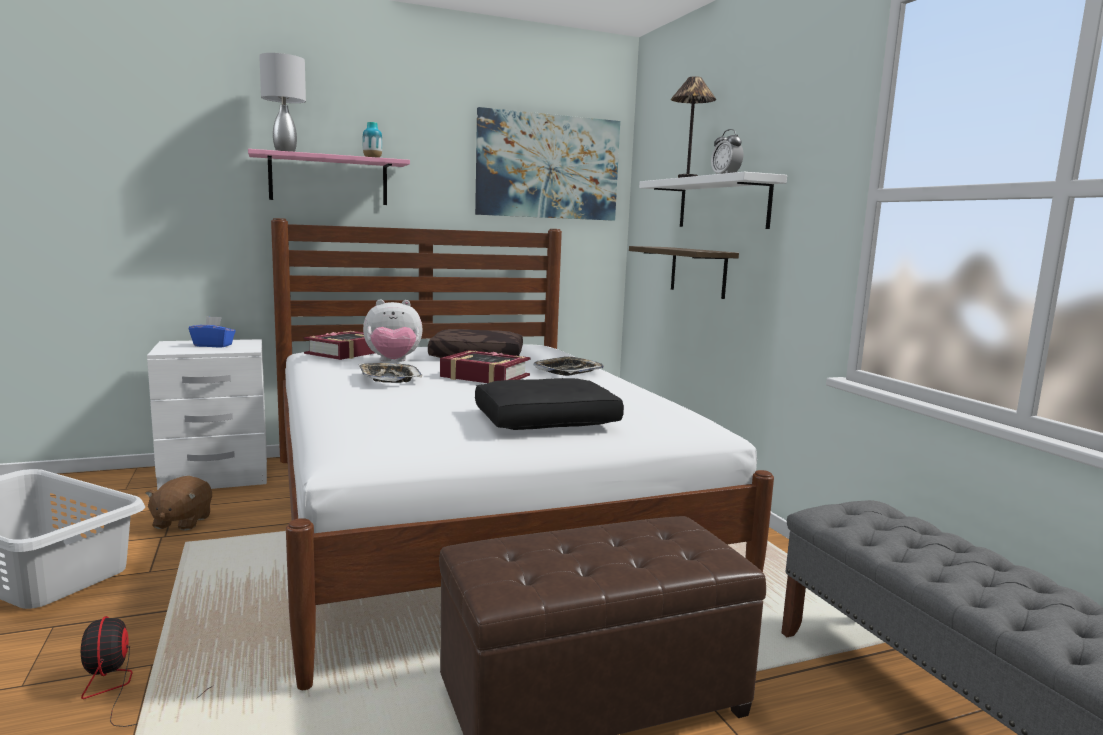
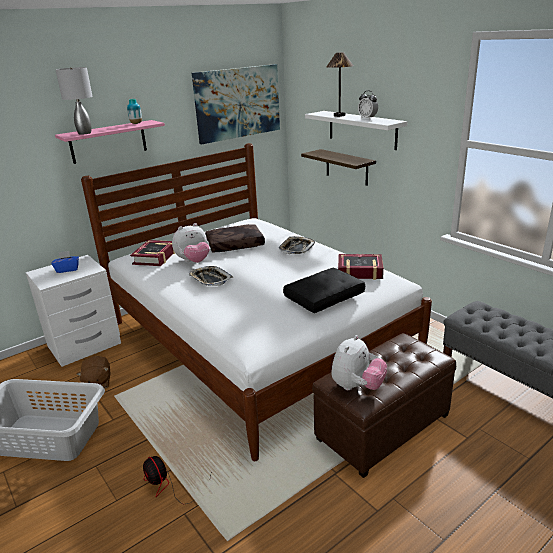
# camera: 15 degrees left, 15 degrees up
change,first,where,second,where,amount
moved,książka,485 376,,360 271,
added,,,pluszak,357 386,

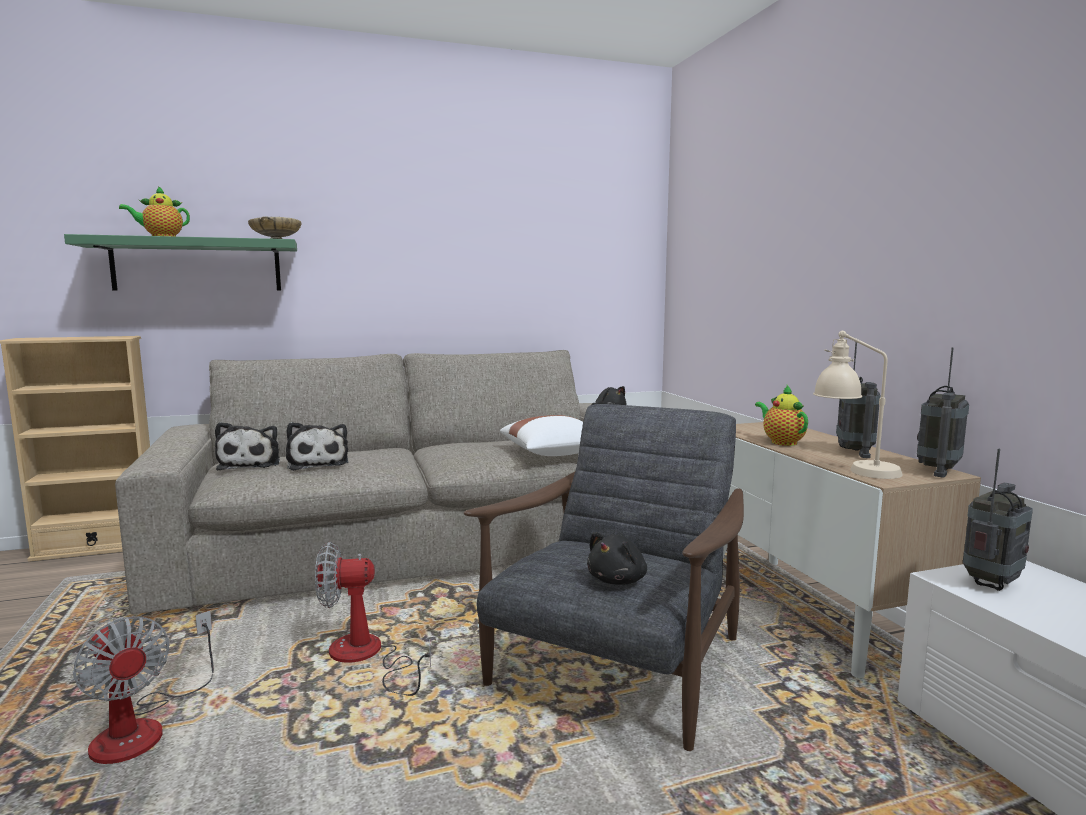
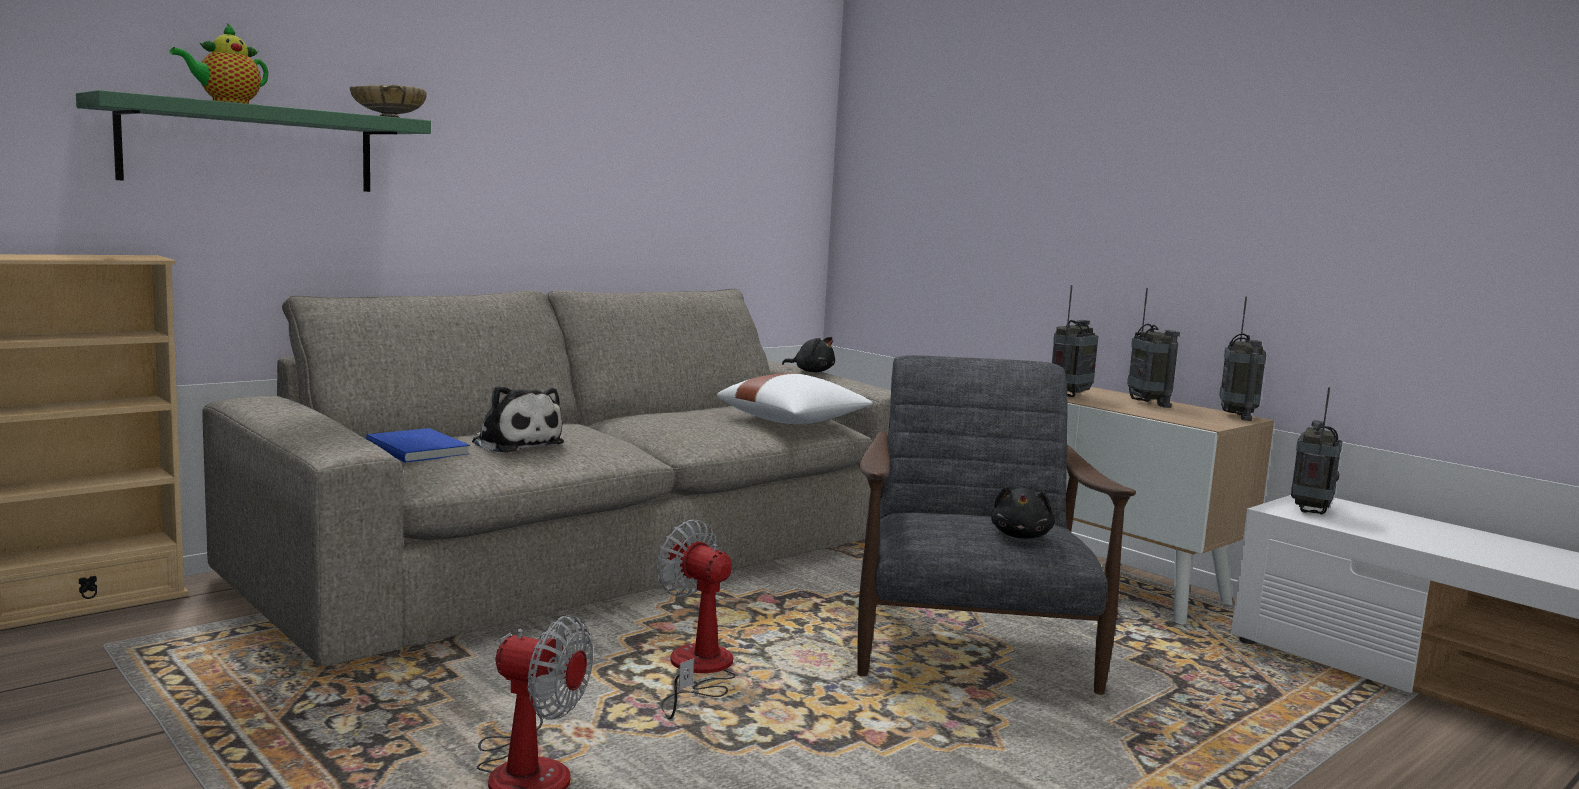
# camera: 25 degrees left, 0 degrees up
change,first,where,second,where,amount
removed,lampa stołowa (beżowy),852 469,,,
replaced,imbryk,781 442,radio,1070 396,
replaced,pluszak,251 464,książka (niebieski),419 448,
turned,wentylator,366 658,,697 672,75 degrees clockwise

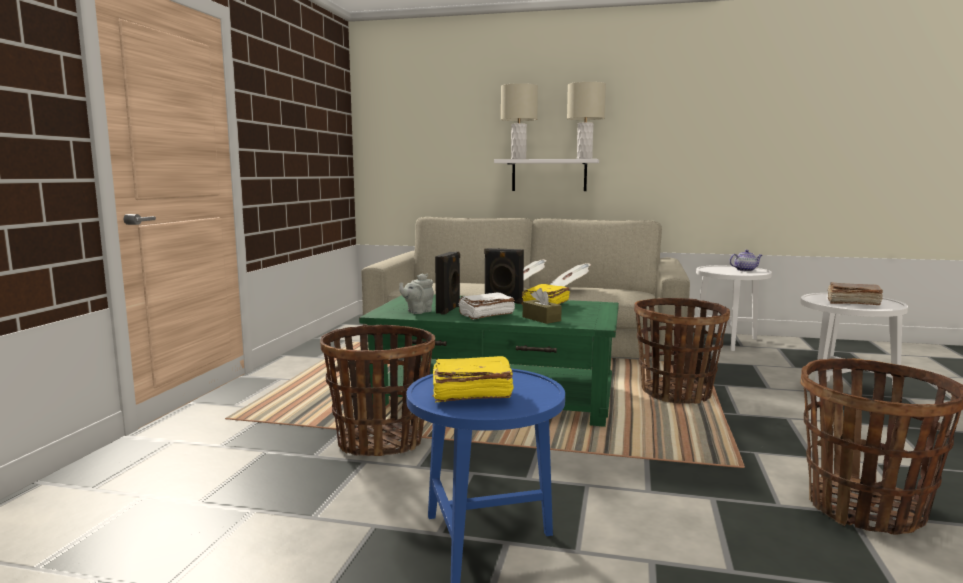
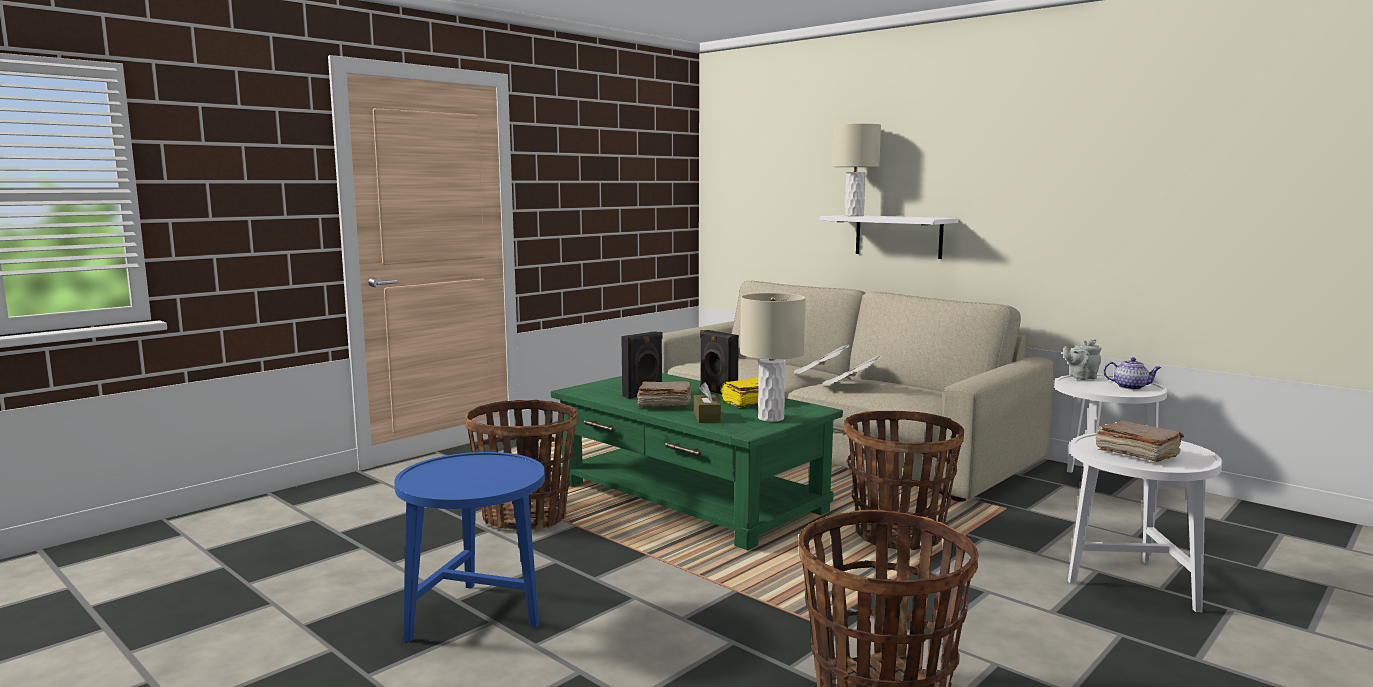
# camera: 30 degrees right, 0 degrees up
change,first,where,second,where,amount
moved,lampa stołowa (beżowy),584 159,,770 418,
moved,imbryk (szary),418 311,,1081 377,
recoloured,książka (biały),485 315,książka (brązowy),663 405,
removed,książka (żółty),470 394,,,

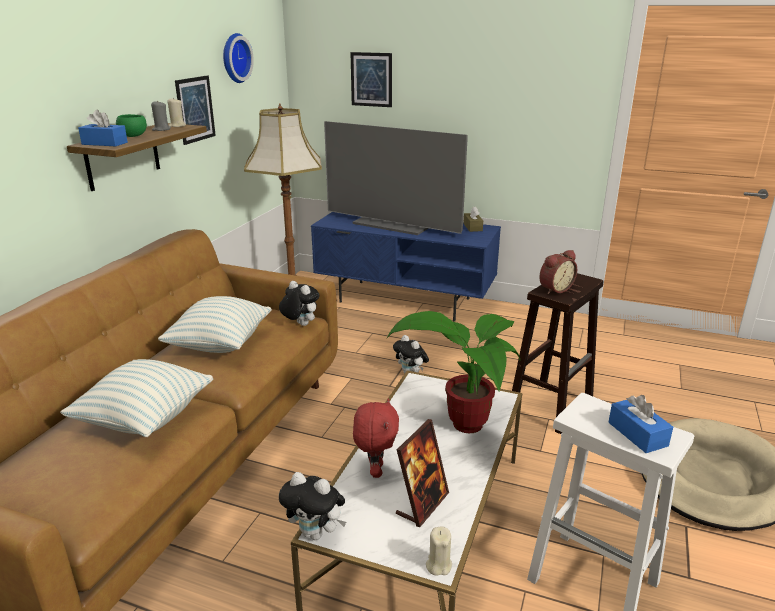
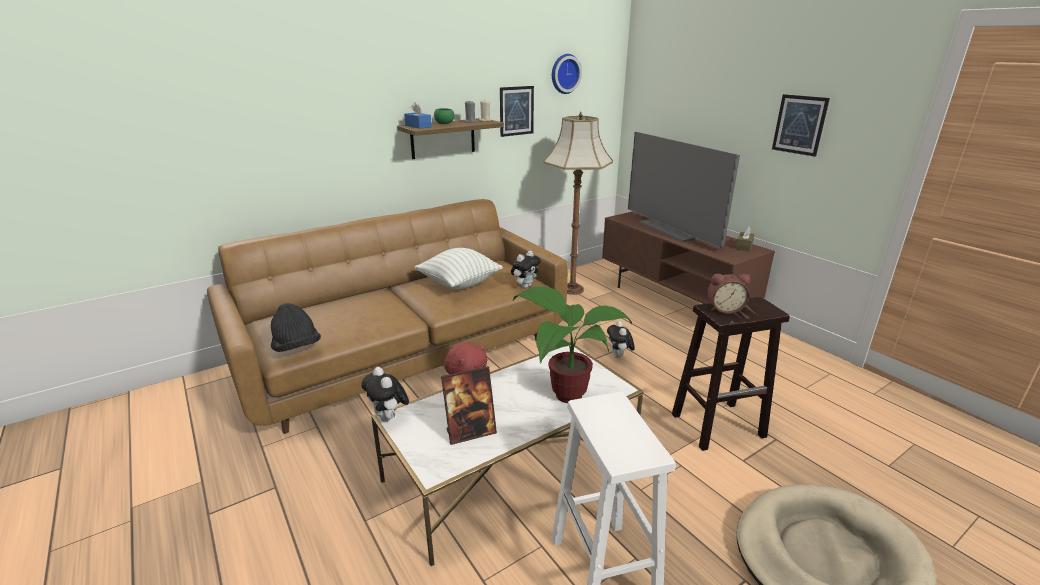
# camera: 35 degrees right, 0 degrees up
change,first,where,second,where,amount
moved,obraz,371 79,,799 125,
recoloured,szafka pod telewizor (niebieski),405 300,szafka pod telewizor (brązowy),674 300,
turned,pluszak,300 324,,525 286,60 degrees clockwise
removed,poduszka,145 419,,,
removed,pudełko chusteczek (niebieski),637 434,,,
removed,świeca (beżowy),438 565,,,
added,,,kapelusz (czarny),296 348,

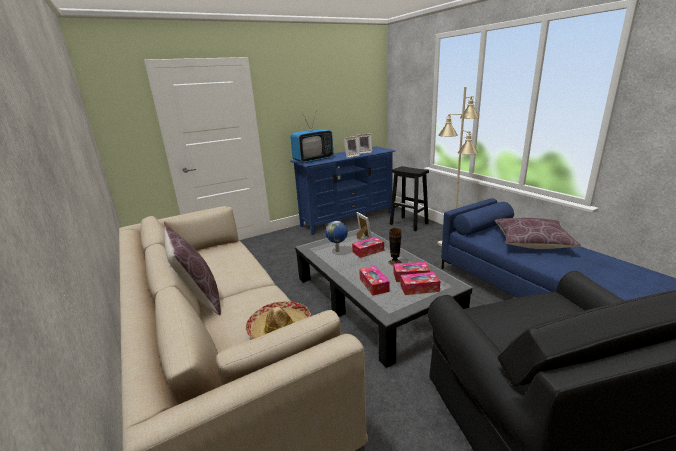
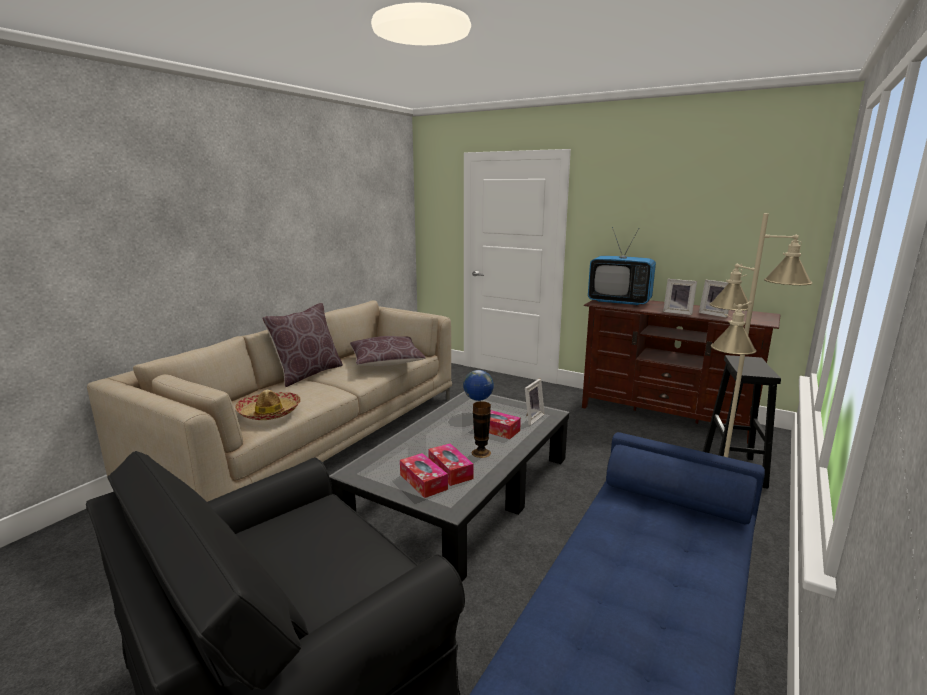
# camera: 60 degrees right, 5 degrees down
change,first,where,second,where,amount
recoloured,szafka pod telewizor (niebieski),347 219,szafka pod telewizor (brązowy),665 416,
moved,poduszka (brązowy),532 242,,386 362,
removed,pudełko chusteczek,374 285,,,

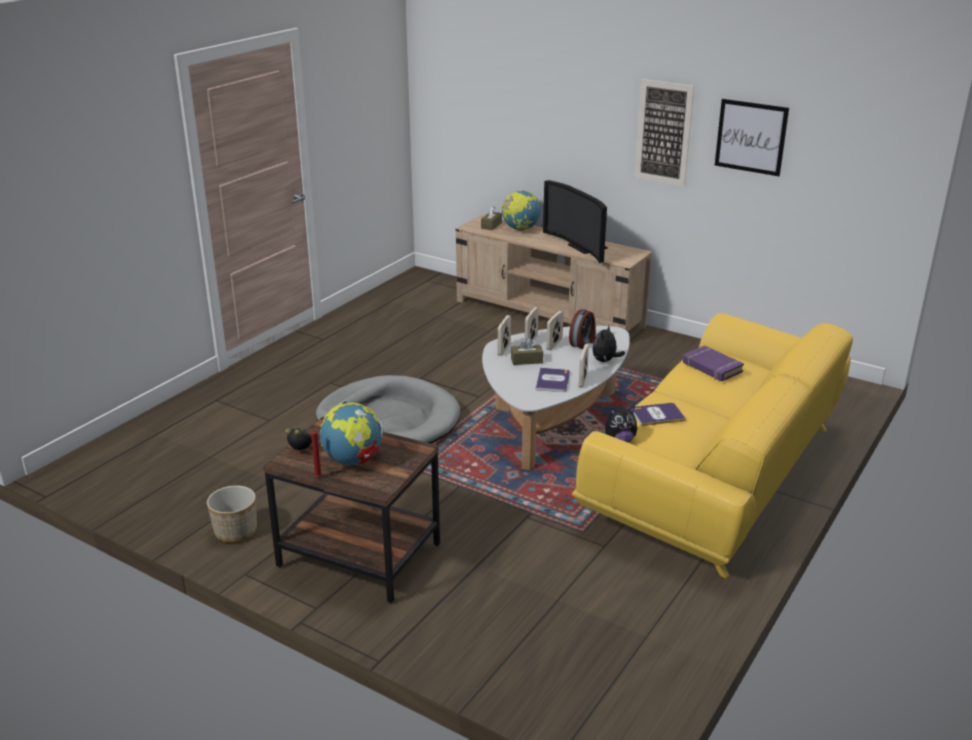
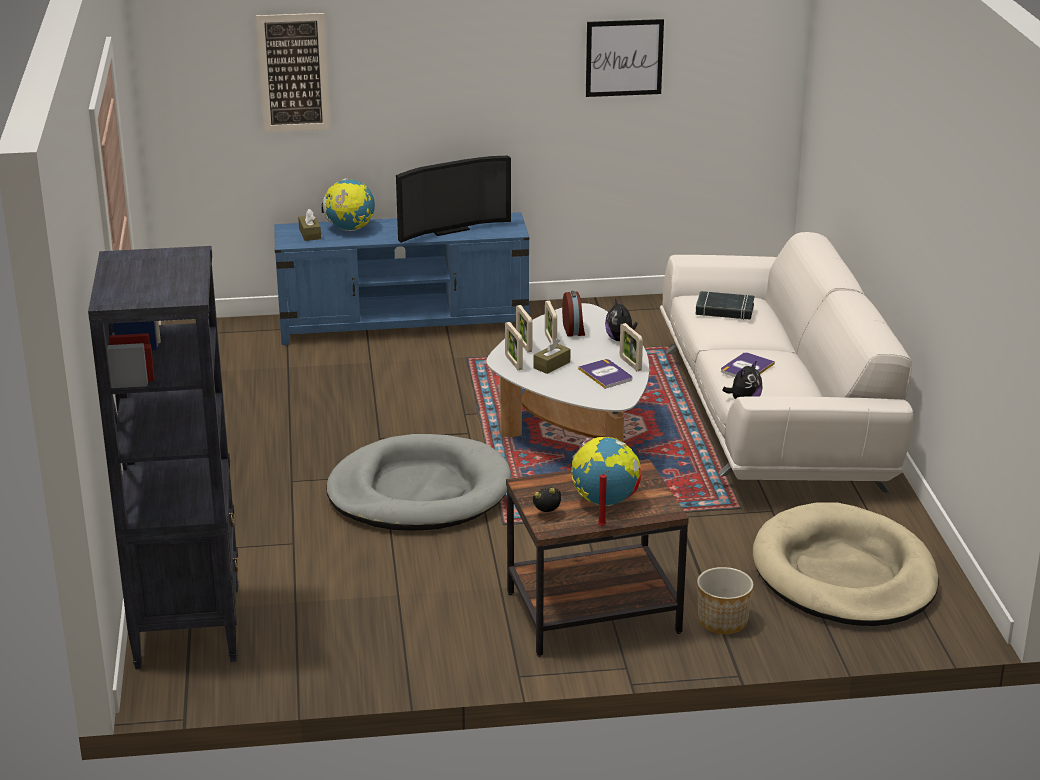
# camera: 40 degrees left, 0 degrees up
change,first,where,second,where,amount
moved,obraz,663 132,,293 72,
turned,telewizor,582 247,,448 229,45 degrees counterclockwise
recoloured,szafka pod telewizor (beżowy),549 314,szafka pod telewizor (niebieski),405 324,
recoloured,kanapa (żółty),716 475,kanapa (biały),773 417,
recoloured,książka (fioletowy),712 367,książka (czarny),724 310,
moved,donica,235 531,,722 621,
added,,,regał (czarny),188 626,
added,,,legowisko (beżowy),844 574,

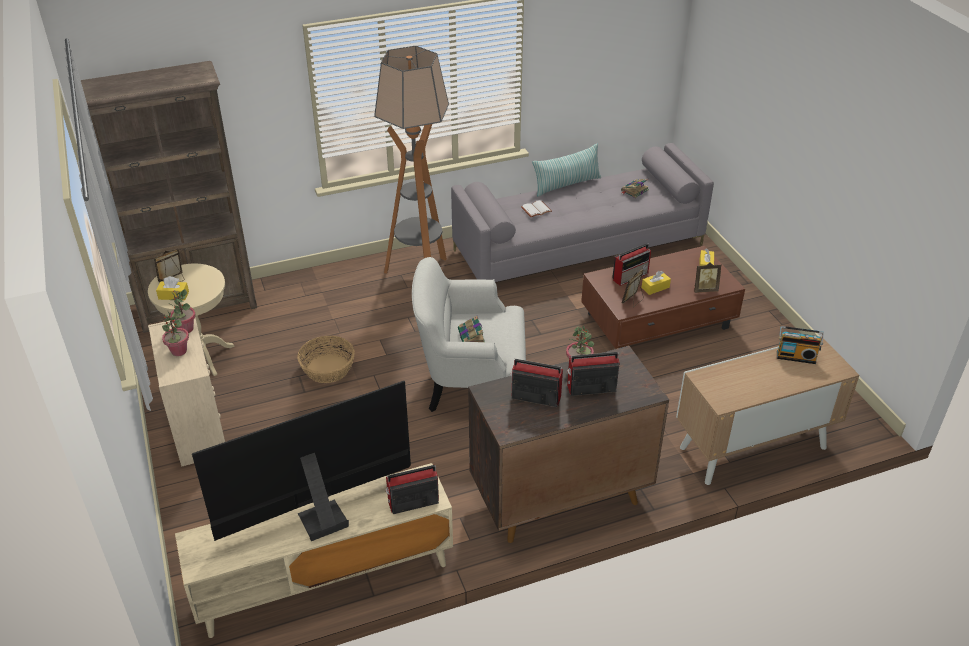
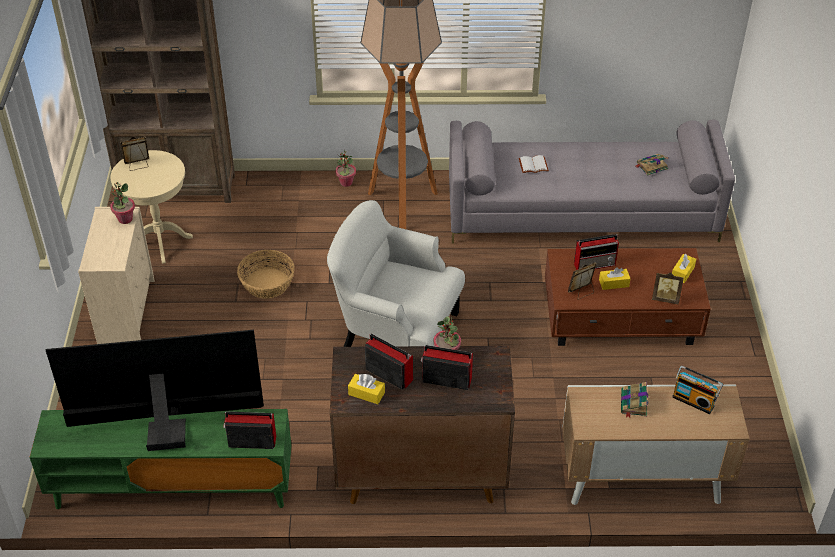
# camera: 20 degrees right, 5 degrees up
change,first,where,second,where,amount
removed,poduszka,566 184,,,
moved,pudełko chusteczek (żółty),173 295,,366 393,
moved,roślina doniczkowa,179 351,,346 182,
moved,książka,471 336,,634 404,
recoloured,szafka pod telewizor (beżowy),324 580,szafka pod telewizor (zielony),171 487,

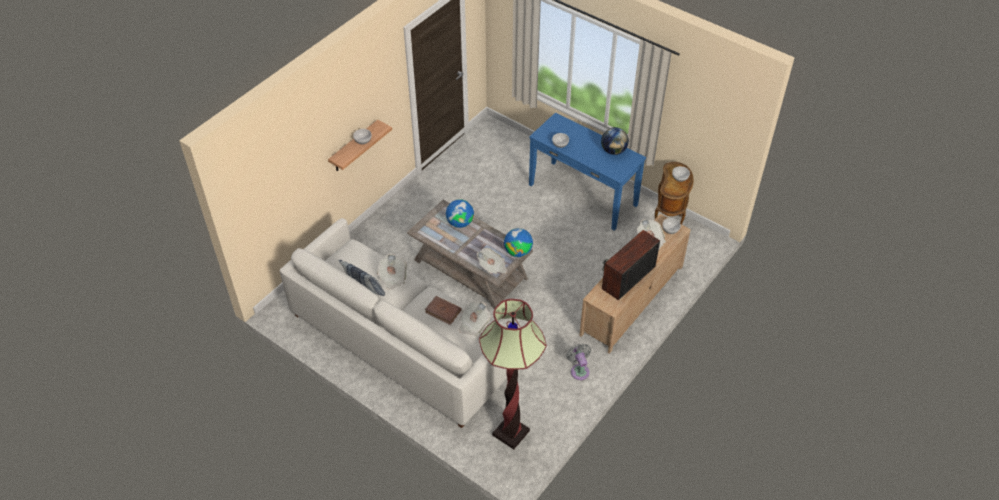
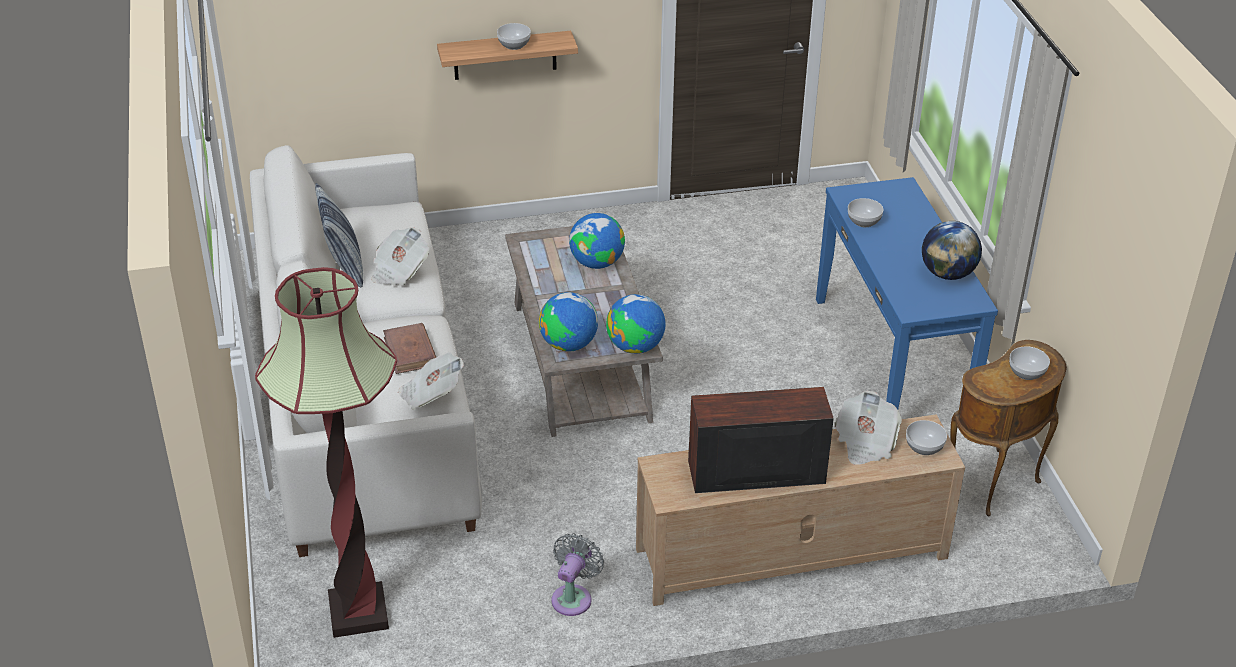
# camera: 40 degrees right, 10 degrees down
change,first,where,second,where,amount
replaced,gazeta,492 267,globus,569 344,

